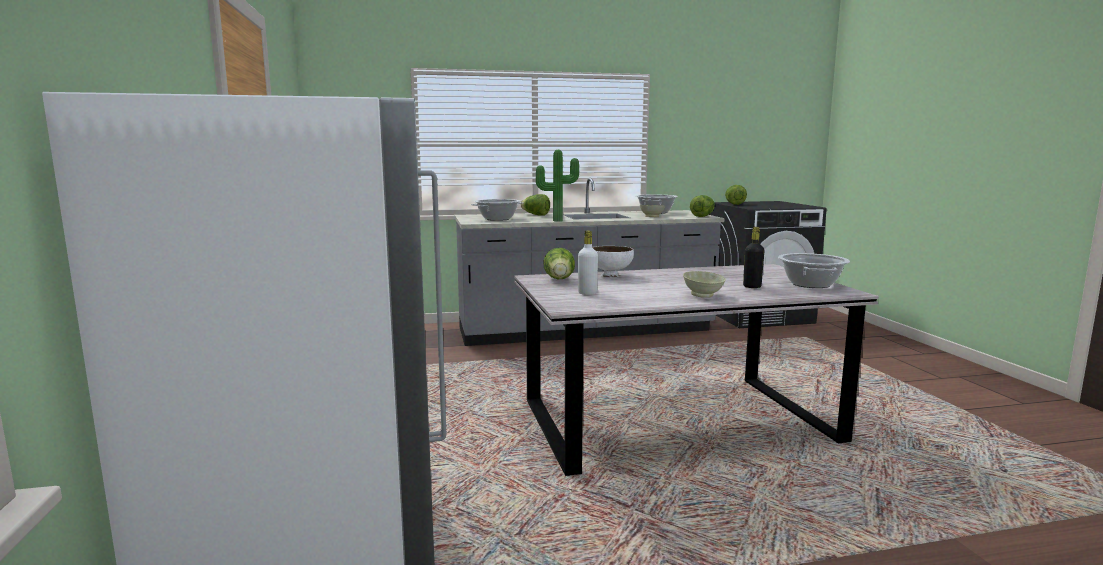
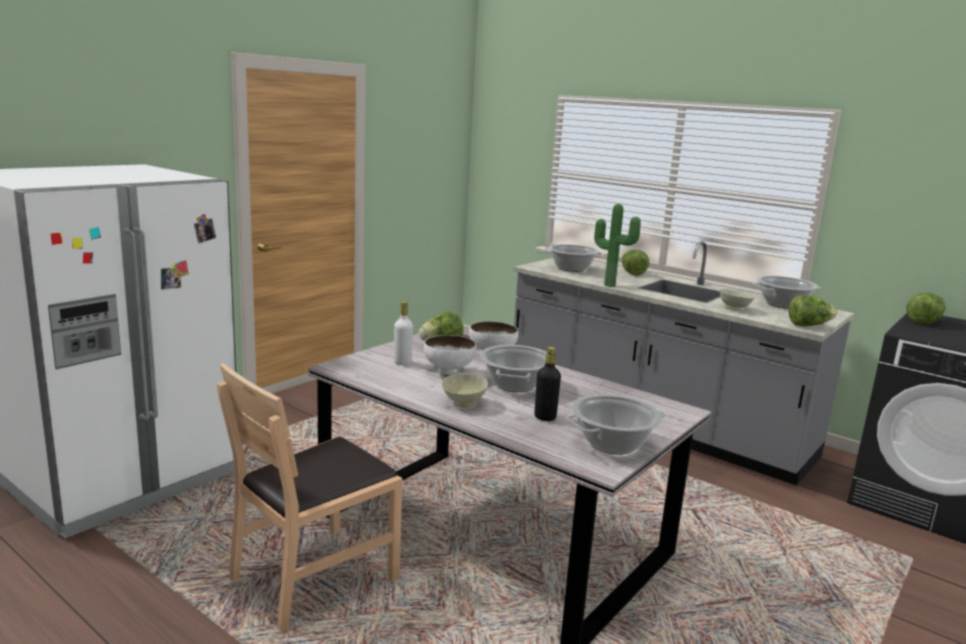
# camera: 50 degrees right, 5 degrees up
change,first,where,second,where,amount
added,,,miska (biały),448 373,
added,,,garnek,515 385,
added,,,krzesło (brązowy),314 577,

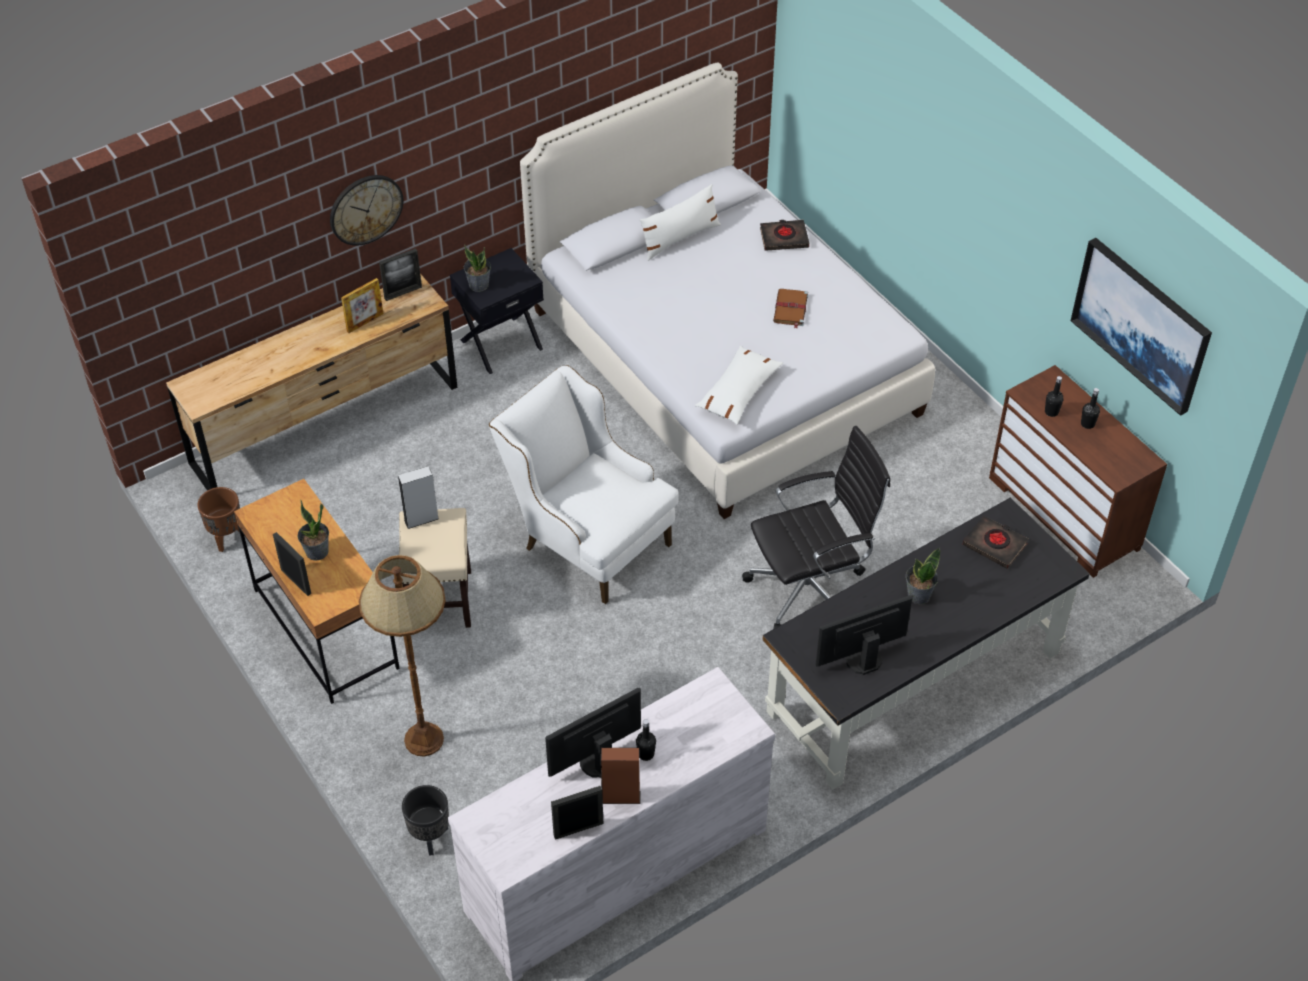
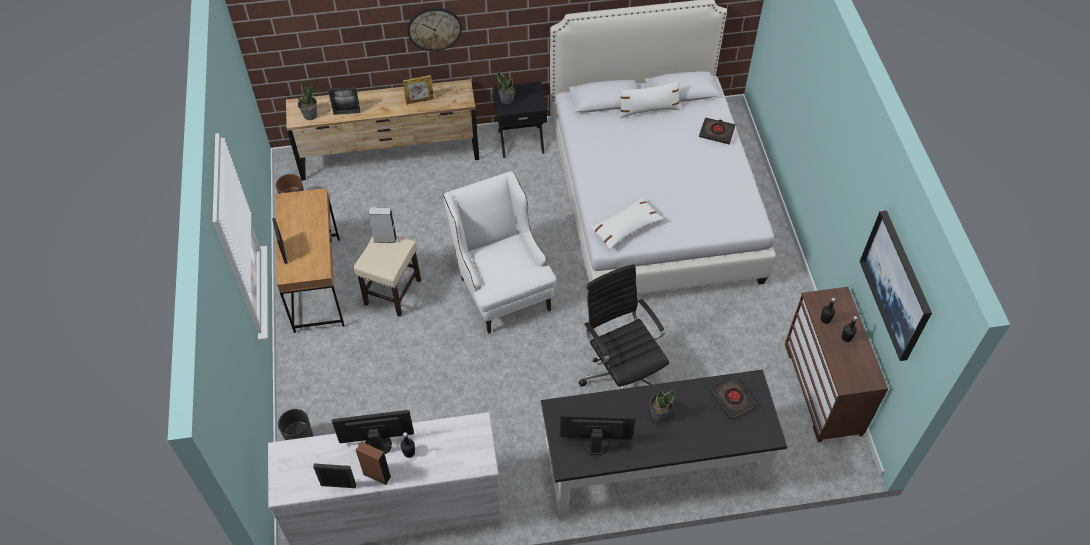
# camera: 25 degrees right, 5 degrees up
change,first,where,second,where,amount
moved,ramka na zdjęcie,403 293,,347 112,
removed,książka (brązowy),790 309,,,
turned,krzesło biurowe (czarny),810 590,,622 375,120 degrees counterclockwise
moved,roślina doniczkowa,317 552,,310 115,
removed,lampa stojąca (brązowy),424 739,,,

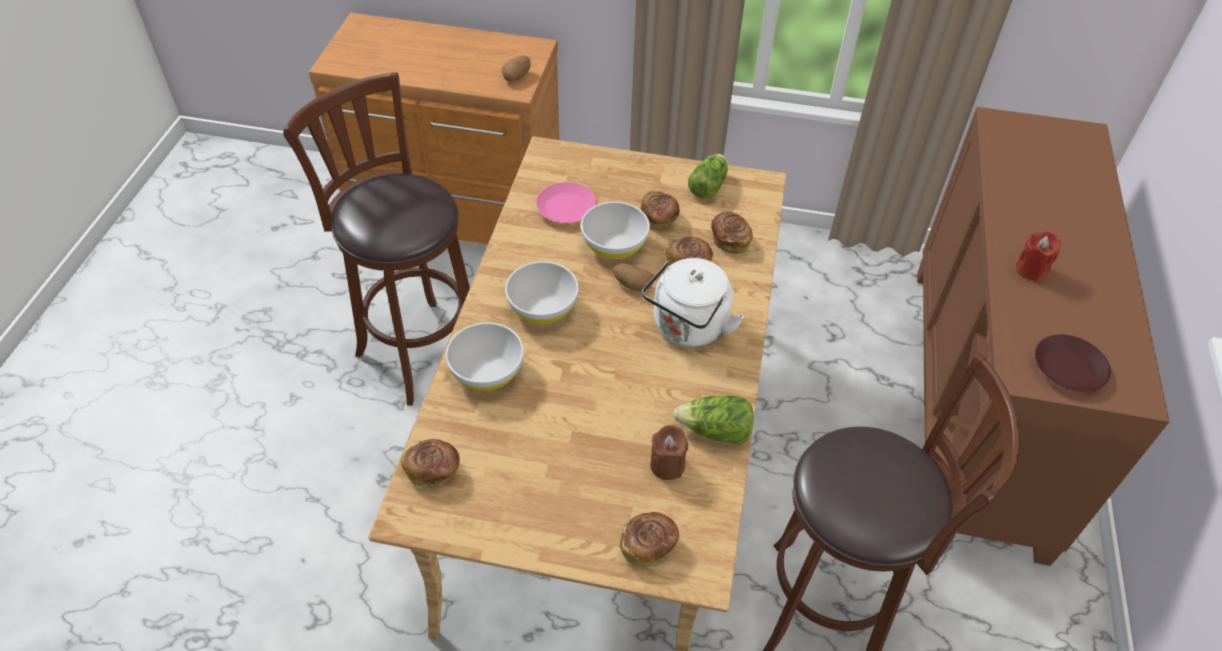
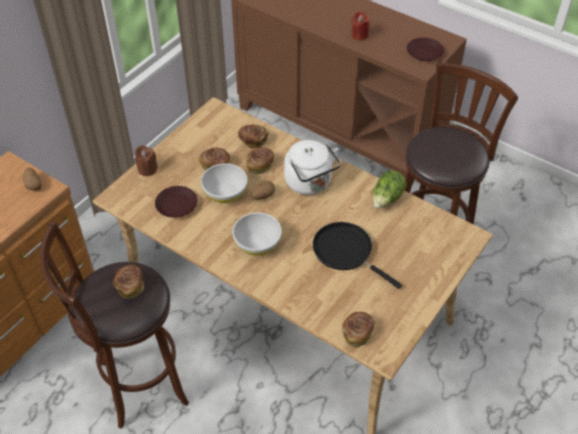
# camera: 65 degrees left, 0 degrees up
change,first,where,second,where,amount
removed,sałata,709 185,,,
recoloured,talerz (różowy),565 208,talerz (brązowy),176 205,
removed,miska (biały),487 372,,,
moved,świeca (brązowy),667 465,,147 169,
moved,chleb,648 545,,130 286,
added,,,patelnia (czarny),346 251,

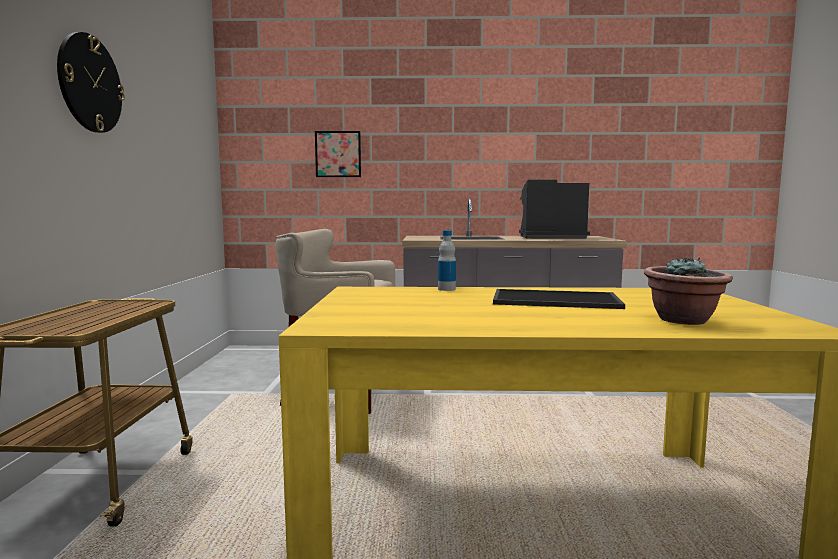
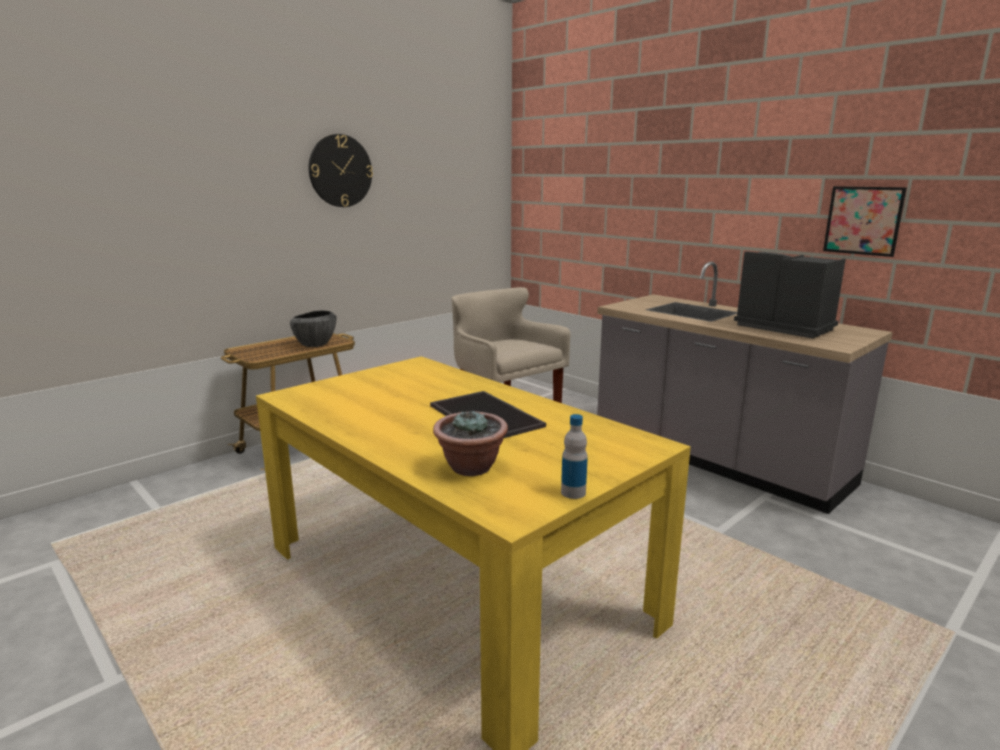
# camera: 45 degrees right, 10 degrees up
change,first,where,second,where,amount
moved,obraz,338 154,,863 220,
moved,butelka,446 289,,573 492,
added,,,miska,315 345,

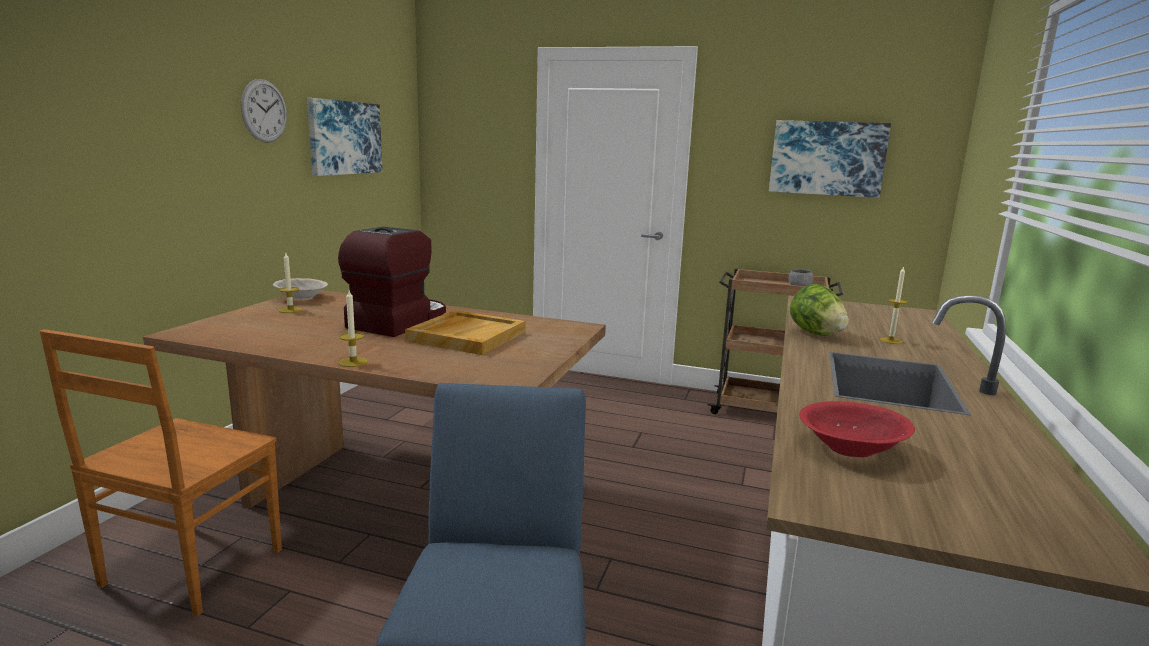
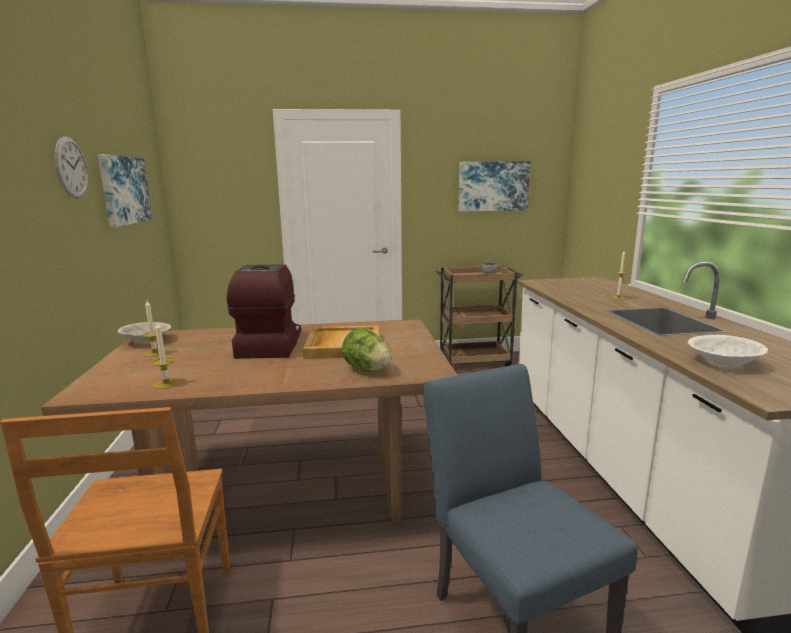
# camera: 25 degrees left, 0 degrees up
change,first,where,second,where,amount
moved,sałata,815 333,,366 370,
moved,świeca,353 362,,166 384,
recoloured,miska (czerwony),851 449,miska (biały),723 363,

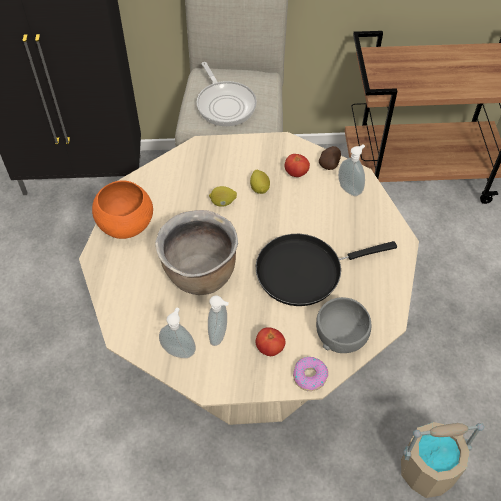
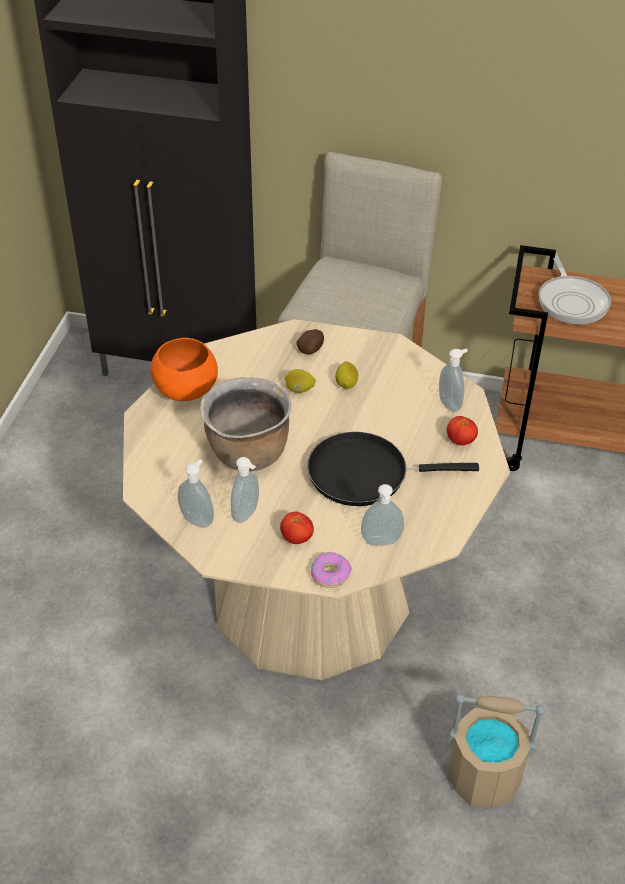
# camera: 15 degrees right, 10 degrees down
change,first,where,second,where,amount
moved,patelnia,225 104,,571 301,
moved,ziemniak,330 164,,311 350,
moved,pomidor,296 173,,460 441,
replaced,miska (szary),341 334,dozownik mydła,381 543,

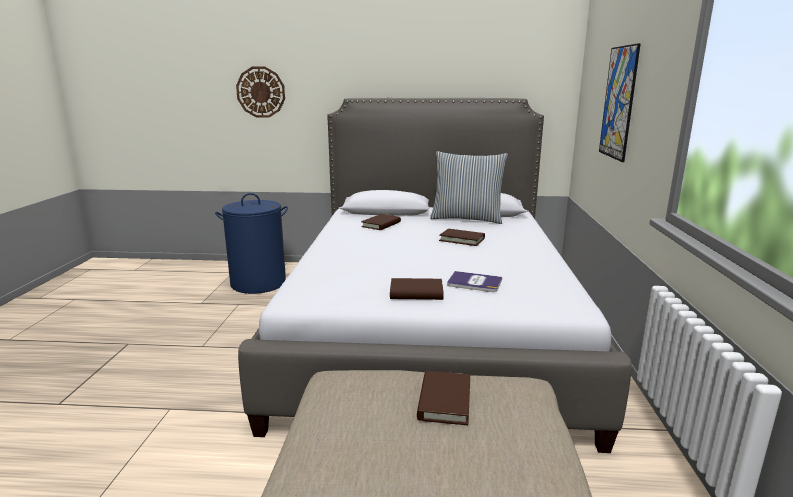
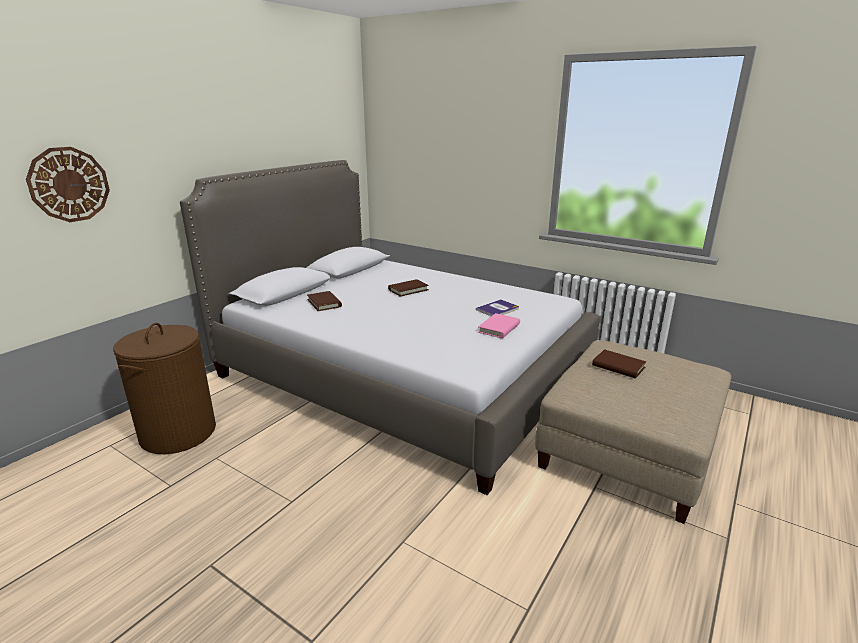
# camera: 60 degrees left, 5 degrees up
change,first,where,second,where,amount
removed,obraz,618 103,,,
removed,poduszka,466 218,,,
recoloured,kosz na pranie (niebieski),258 283,kosz na pranie (brązowy),178 433,
recoloured,książka (brązowy),416 292,książka (różowy),499 328,

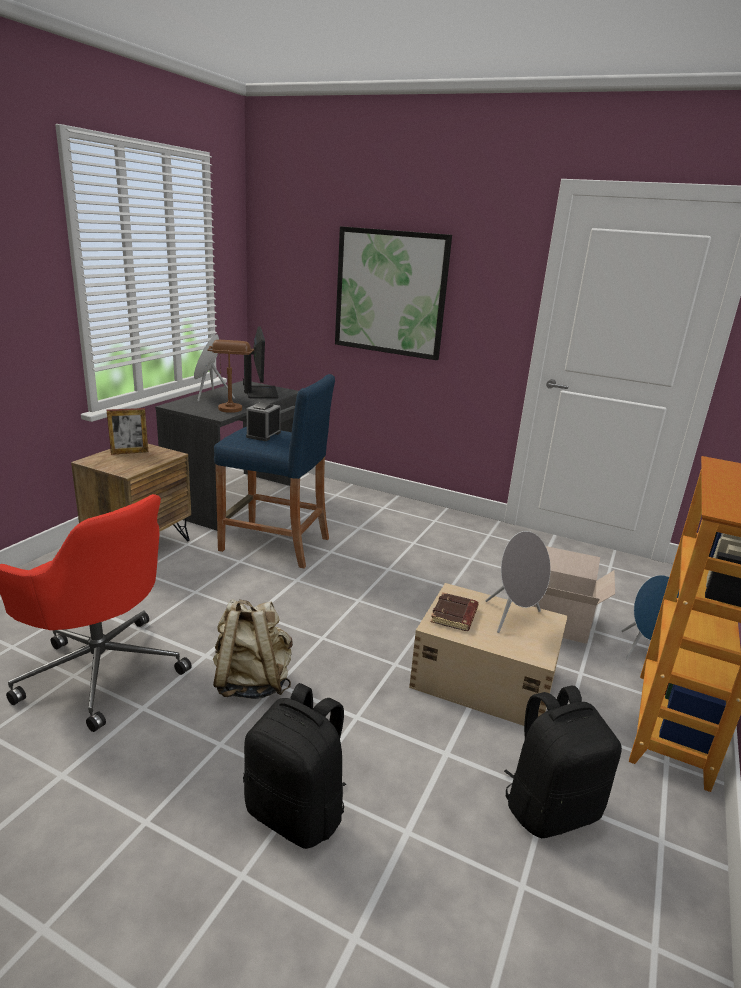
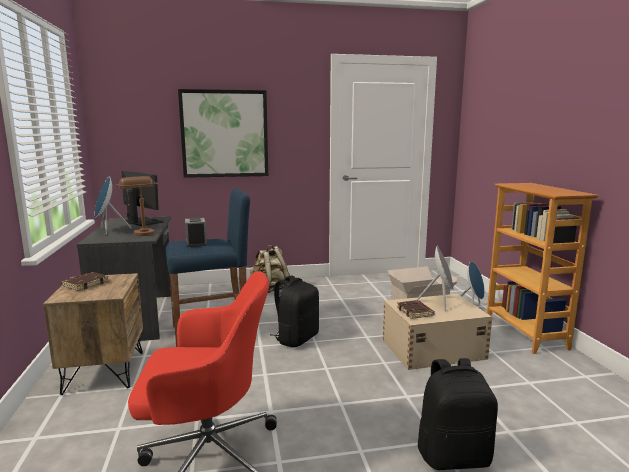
# camera: 35 degrees left, 10 degrees down
change,first,where,second,where,amount
replaced,ramka na zdjęcie,129 452,książka (brązowy),85 284,
moved,plecak (beżowy),252 682,,270 289,
moved,plecak (czarny),550 807,,296 338,

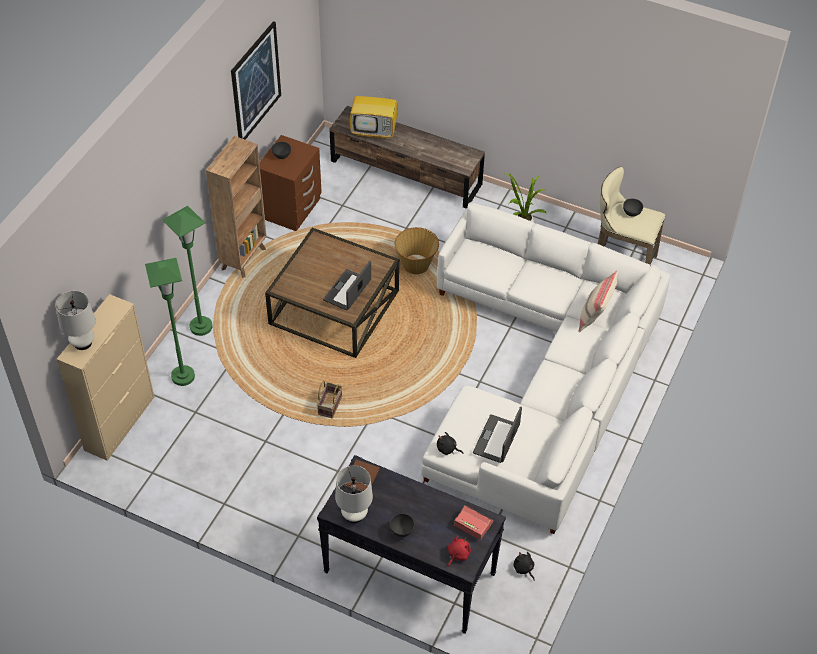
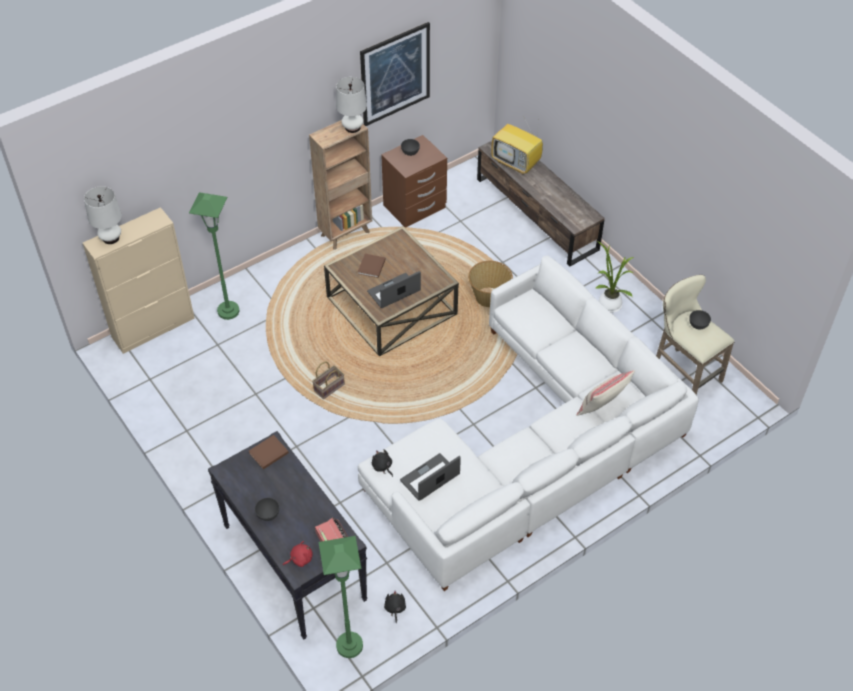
# camera: 30 degrees right, 0 degrees up
change,first,where,second,where,amount
moved,lampa stojąca (zielony),201 326,,349 645,
moved,lampa stołowa (biały),354 515,,352 128,
added,,,książka (brązowy),371 267,

